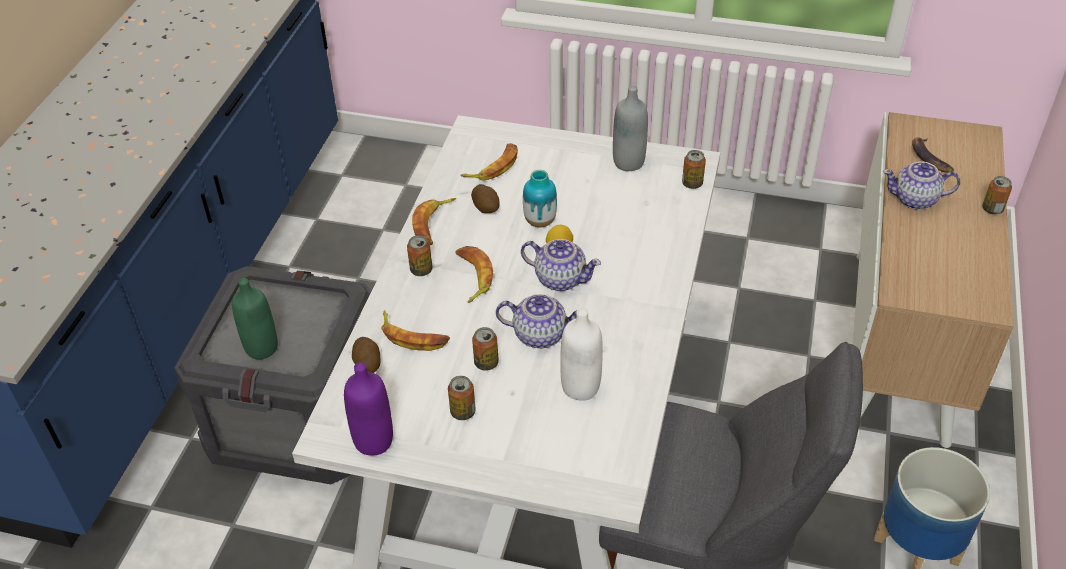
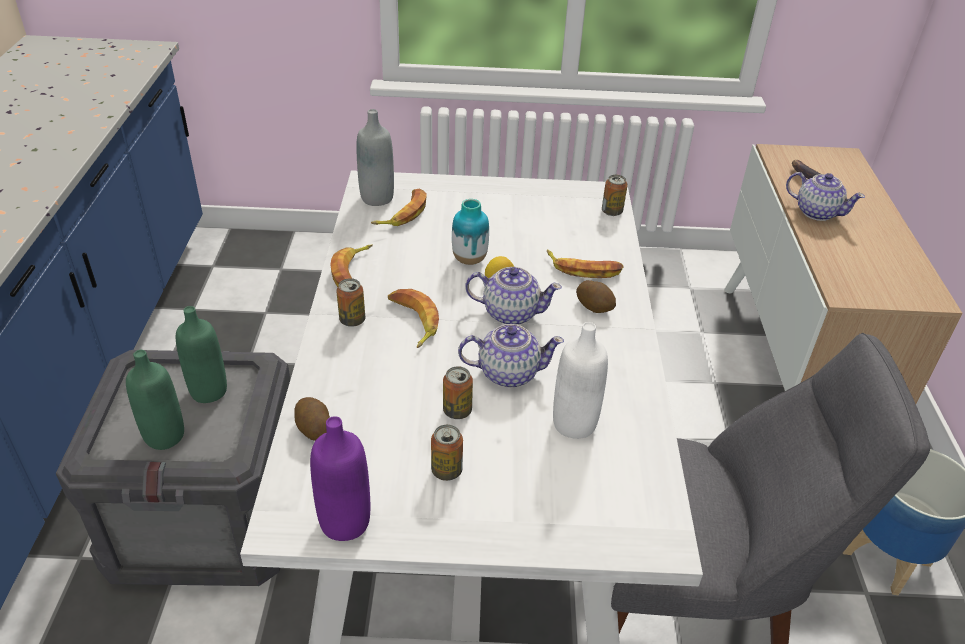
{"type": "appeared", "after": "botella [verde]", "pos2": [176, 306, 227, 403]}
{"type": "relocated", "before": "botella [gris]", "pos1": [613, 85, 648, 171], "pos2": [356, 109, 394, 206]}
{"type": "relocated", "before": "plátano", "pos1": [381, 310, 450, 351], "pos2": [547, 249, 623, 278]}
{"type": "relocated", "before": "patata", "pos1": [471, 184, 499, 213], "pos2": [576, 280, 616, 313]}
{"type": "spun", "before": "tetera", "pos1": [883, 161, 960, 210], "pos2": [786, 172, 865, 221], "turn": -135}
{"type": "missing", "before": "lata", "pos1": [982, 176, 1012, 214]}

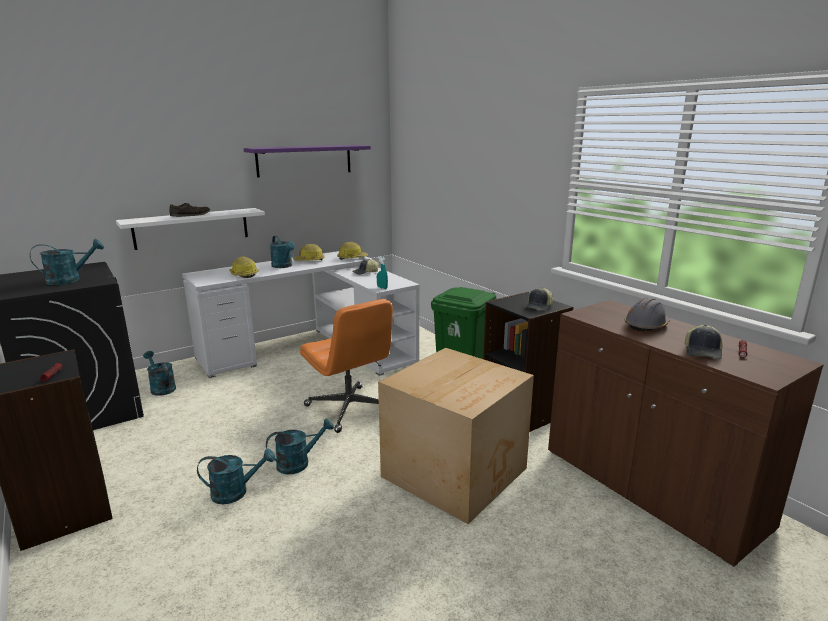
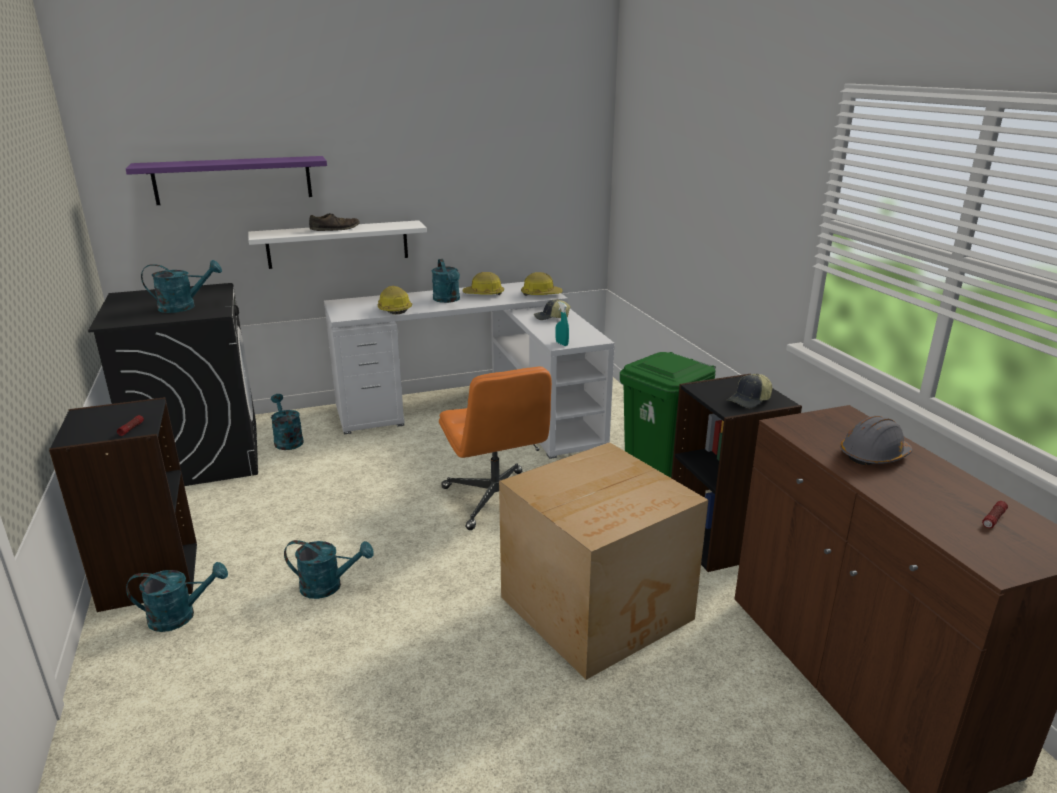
{"type": "relocated", "before": "estante [morado]", "pos1": [244, 145, 371, 178], "pos2": [126, 156, 327, 205]}
{"type": "relocated", "before": "regadera [turquesa]", "pos1": [266, 418, 334, 474], "pos2": [126, 562, 228, 632]}
{"type": "missing", "before": "gorra", "pos1": [685, 325, 723, 359]}

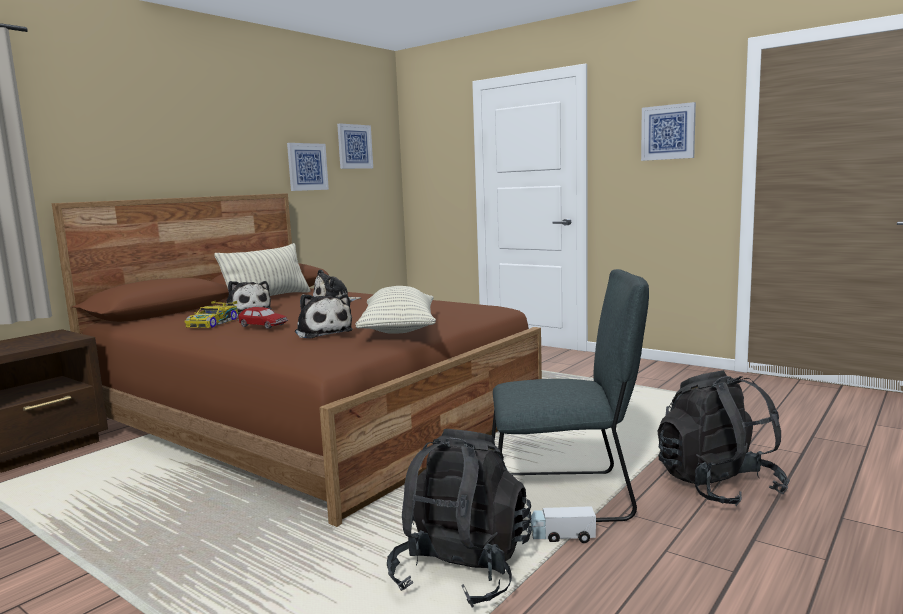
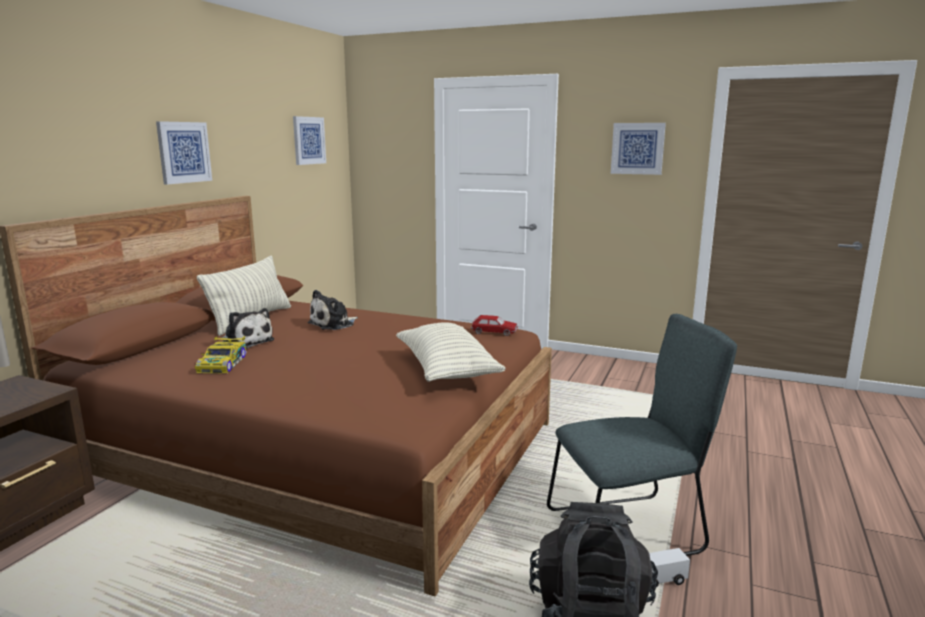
{"type": "relocated", "before": "cuadro", "pos1": [287, 143, 329, 191], "pos2": [156, 121, 212, 185]}
{"type": "relocated", "before": "coche de juguete", "pos1": [237, 307, 288, 329], "pos2": [471, 315, 518, 336]}
{"type": "missing", "before": "peluche", "pos1": [295, 294, 353, 339]}
{"type": "missing", "before": "mochila [negro]", "pos1": [657, 371, 790, 506]}

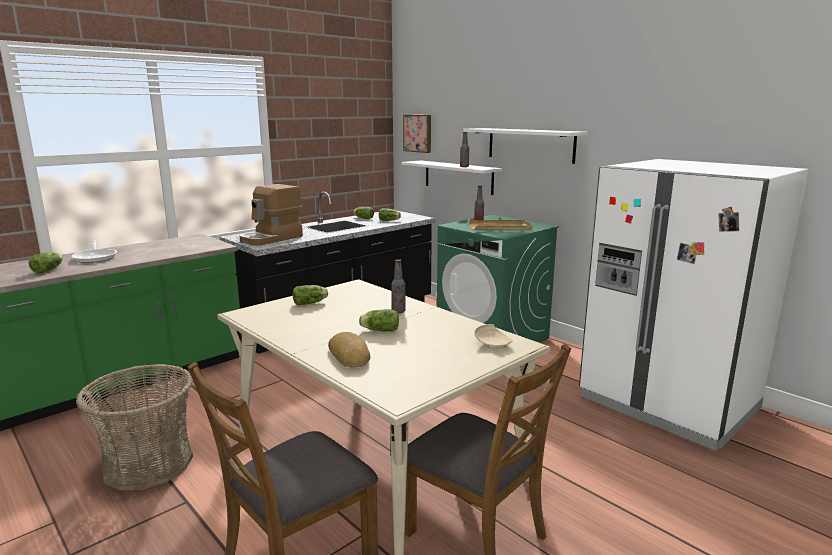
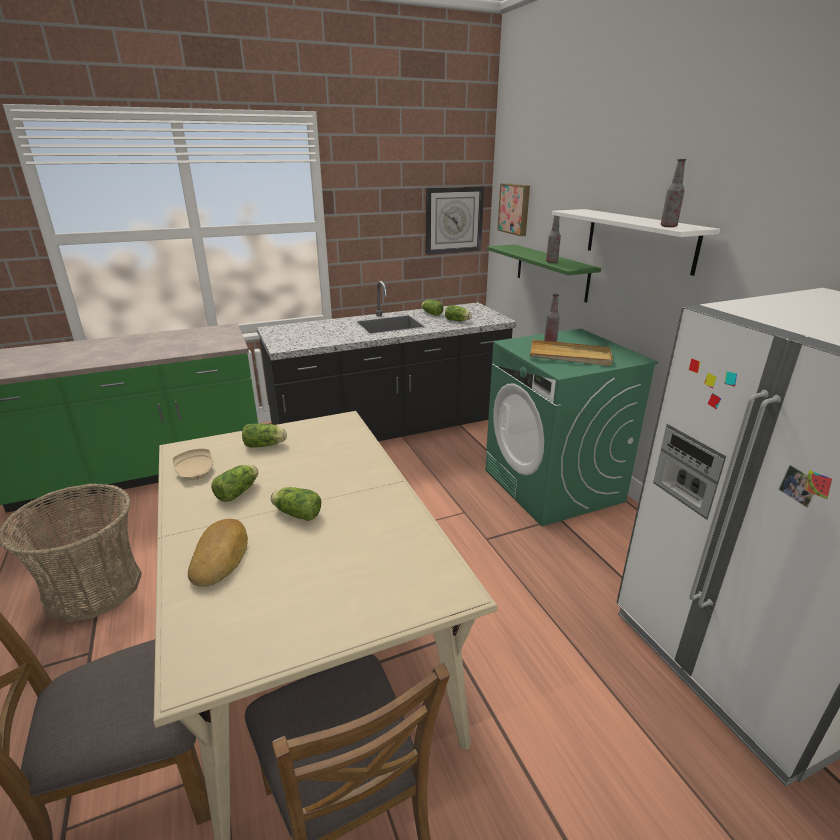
{"type": "relocated", "before": "plato [beis]", "pos1": [474, 324, 512, 349], "pos2": [173, 448, 213, 480]}
{"type": "relocated", "before": "lechuga", "pos1": [29, 252, 63, 273], "pos2": [211, 465, 258, 502]}
{"type": "appeared", "after": "reloj de pared", "pos2": [426, 186, 484, 255]}
{"type": "colour", "before": "estante [blanco]", "after": "estante [verde]", "pos1": [402, 160, 502, 195], "pos2": [487, 244, 601, 303]}
{"type": "relocated", "before": "botella", "pos1": [391, 259, 406, 313], "pos2": [661, 159, 686, 227]}
{"type": "missing", "before": "sartén", "pos1": [71, 240, 117, 263]}
{"type": "missing", "before": "cafetera", "pos1": [240, 184, 303, 246]}

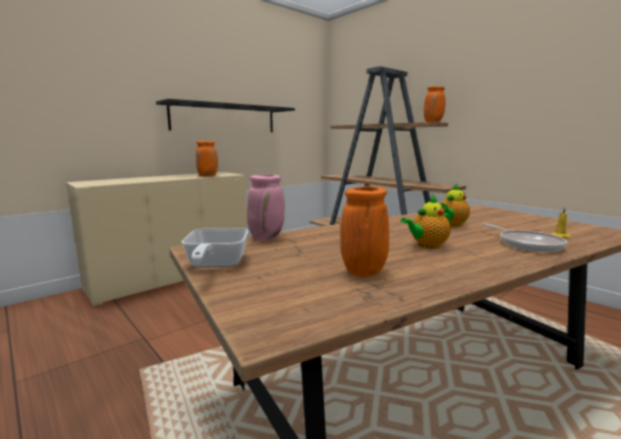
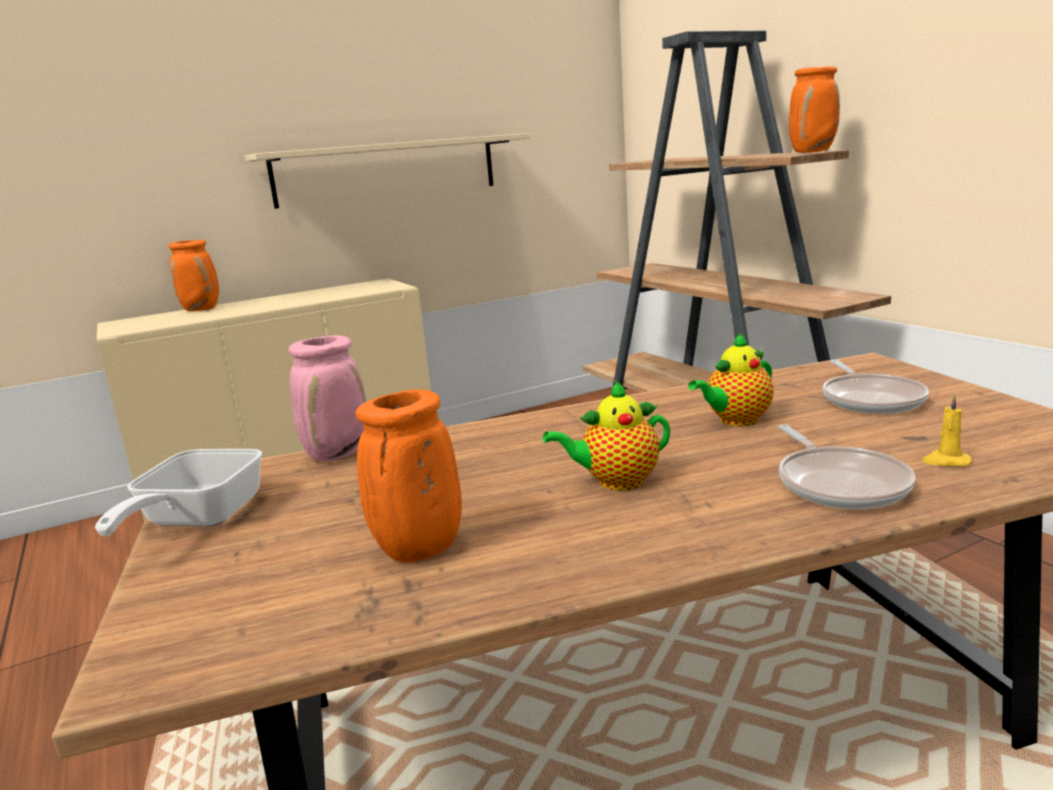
{"type": "relocated", "before": "florero [naranja]", "pos1": [196, 141, 218, 177], "pos2": [168, 240, 219, 312]}
{"type": "colour", "before": "estante [negro]", "after": "estante [beis]", "pos1": [156, 99, 295, 132], "pos2": [244, 133, 530, 209]}
{"type": "appeared", "after": "sartén", "pos2": [823, 359, 929, 414]}

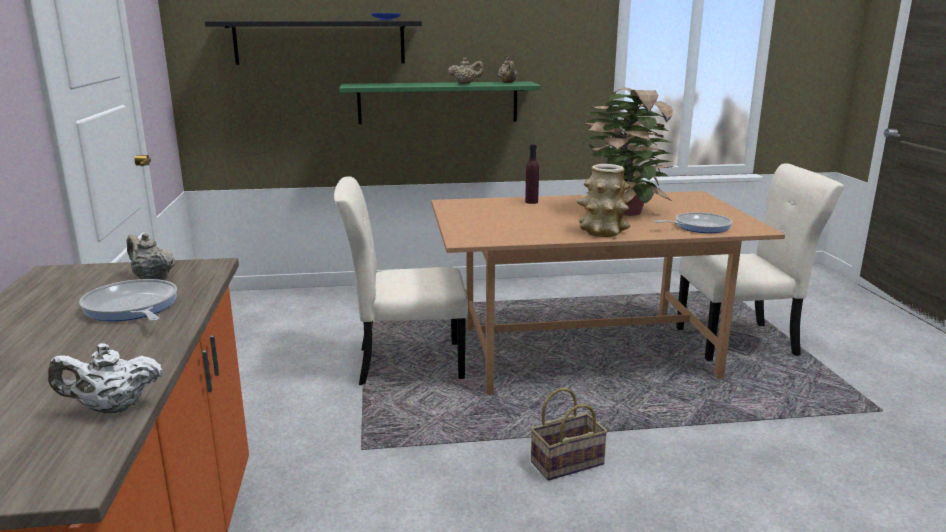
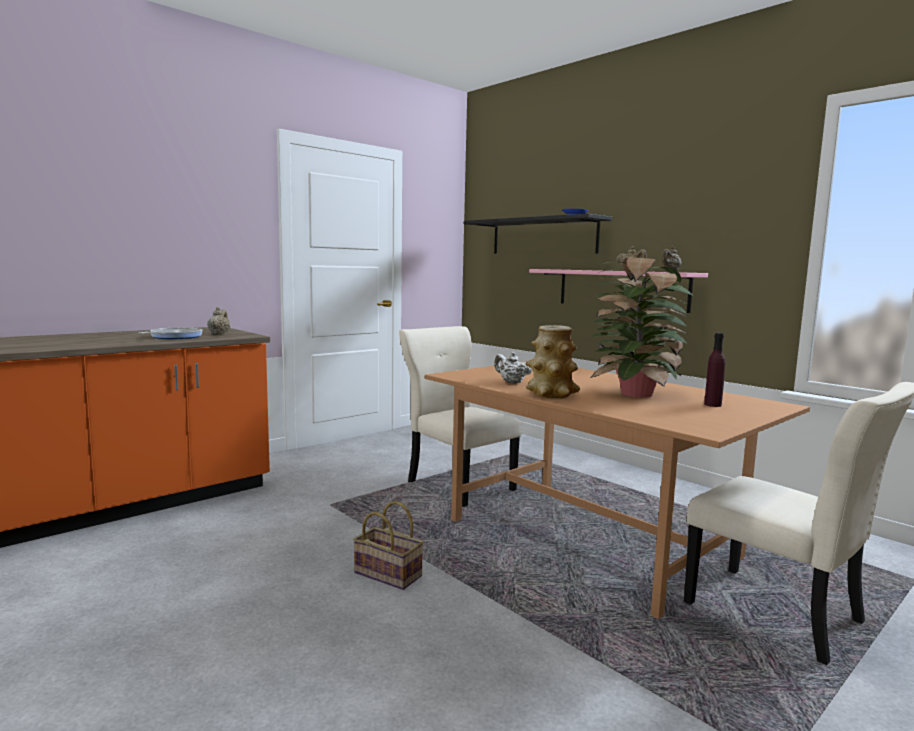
{"type": "relocated", "before": "tetera [blanco]", "pos1": [48, 343, 162, 413], "pos2": [494, 352, 532, 384]}
{"type": "colour", "before": "estante [verde]", "after": "estante [rosa]", "pos1": [339, 82, 541, 124], "pos2": [529, 269, 708, 313]}
{"type": "relocated", "before": "botella [morado]", "pos1": [525, 144, 539, 204], "pos2": [704, 333, 726, 407]}
{"type": "missing", "before": "sartén", "pos1": [654, 212, 732, 233]}

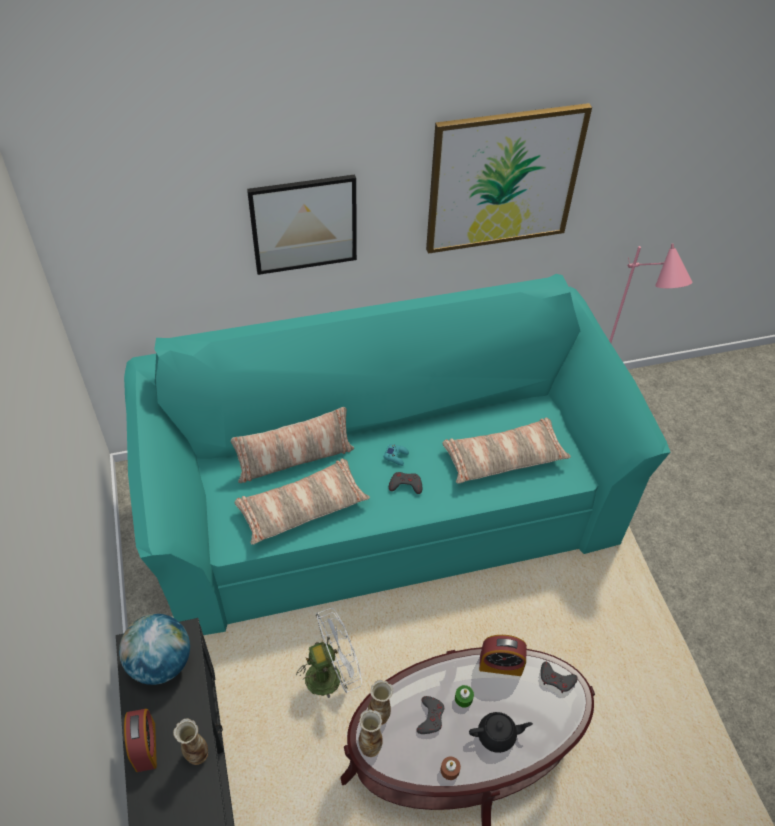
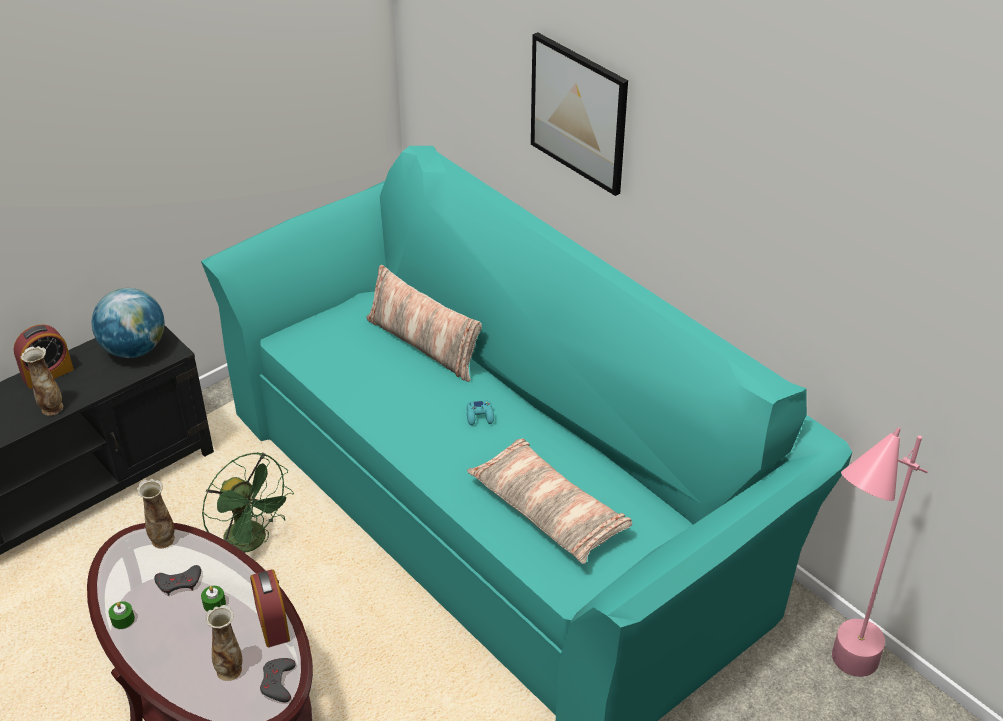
{"type": "colour", "before": "vela [marrón]", "after": "vela [verde]", "pos1": [441, 757, 461, 780], "pos2": [109, 601, 135, 629]}
{"type": "colour", "before": "ventilador [blanco]", "after": "ventilador [verde]", "pos1": [296, 608, 362, 698], "pos2": [202, 452, 294, 553]}
{"type": "relocated", "before": "florero", "pos1": [359, 710, 383, 757], "pos2": [206, 605, 242, 681]}
{"type": "missing", "before": "cojín", "pos1": [235, 458, 370, 545]}
{"type": "missing", "before": "mando de consola [gris]", "pos1": [389, 472, 422, 494]}
{"type": "missing", "before": "cuadro", "pos1": [426, 103, 592, 254]}
{"type": "missing", "before": "tetera [negro]", "pos1": [469, 712, 533, 753]}

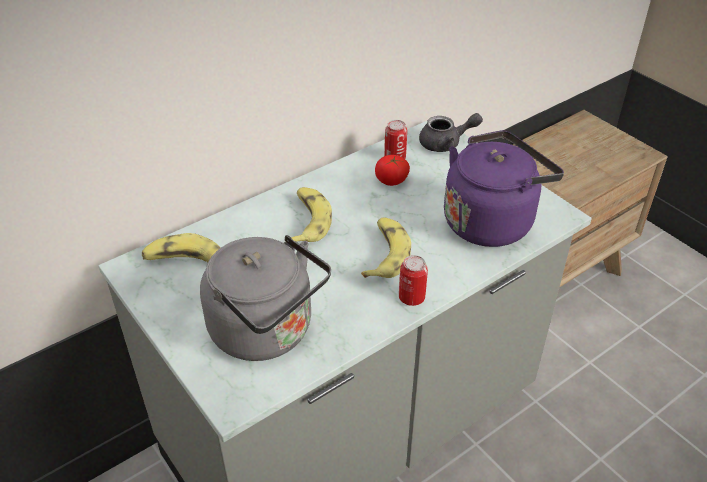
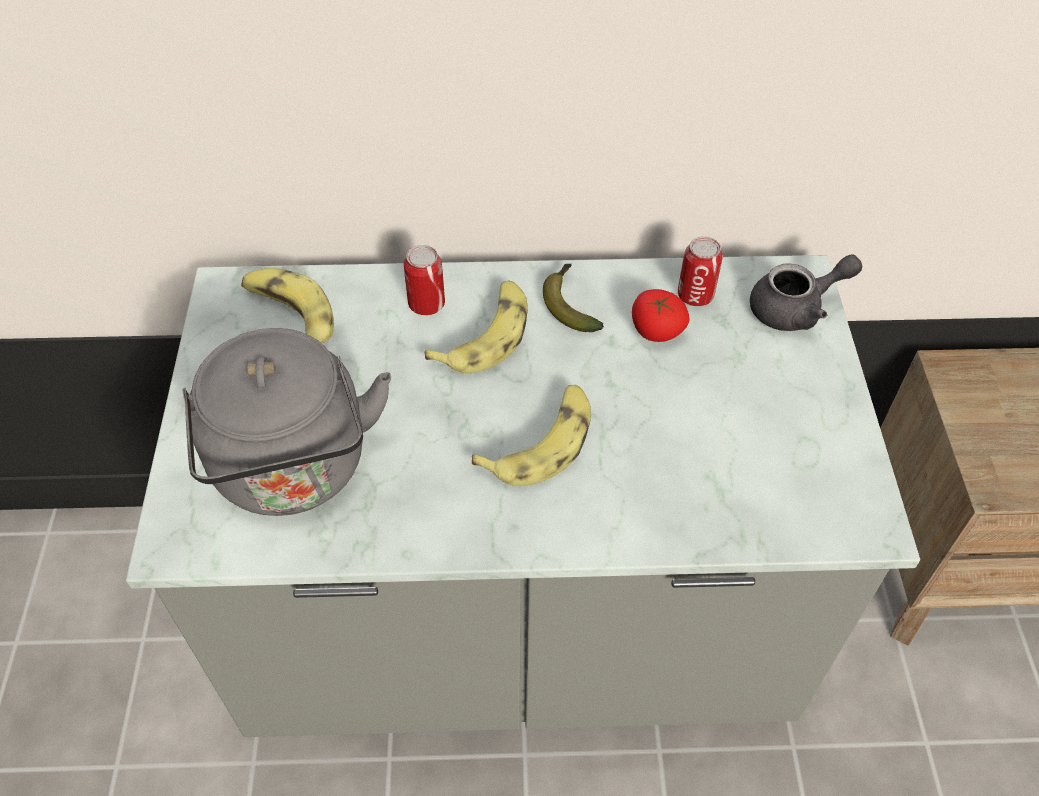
{"type": "relocated", "before": "lata", "pos1": [399, 255, 428, 306], "pos2": [404, 245, 445, 315]}
{"type": "appeared", "after": "plátano", "pos2": [543, 264, 604, 332]}
{"type": "spun", "before": "tetera [gris]", "pos1": [419, 113, 483, 152], "pos2": [750, 254, 862, 331], "turn": -45}
{"type": "missing", "before": "hervidor [morado]", "pos1": [444, 130, 564, 247]}

